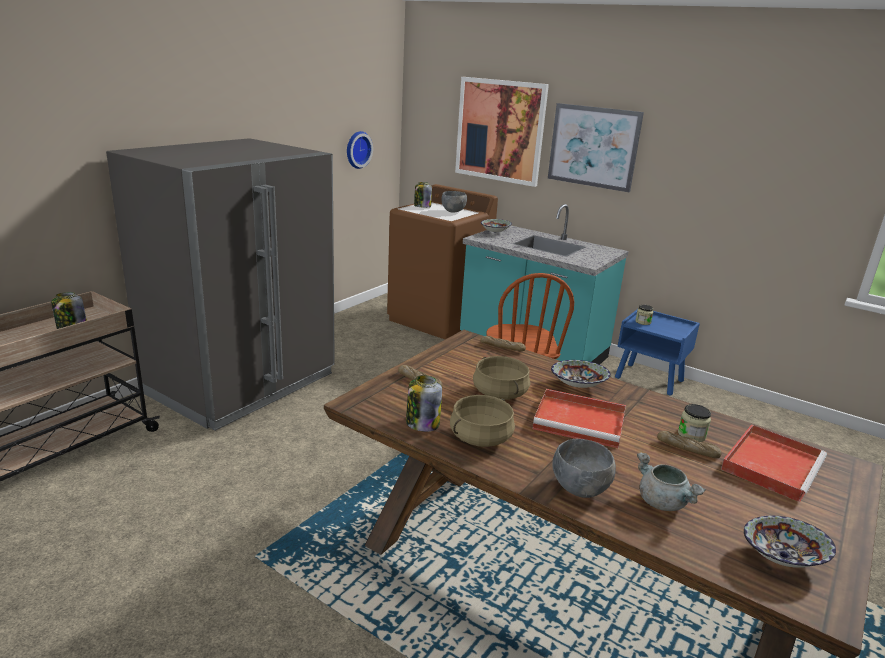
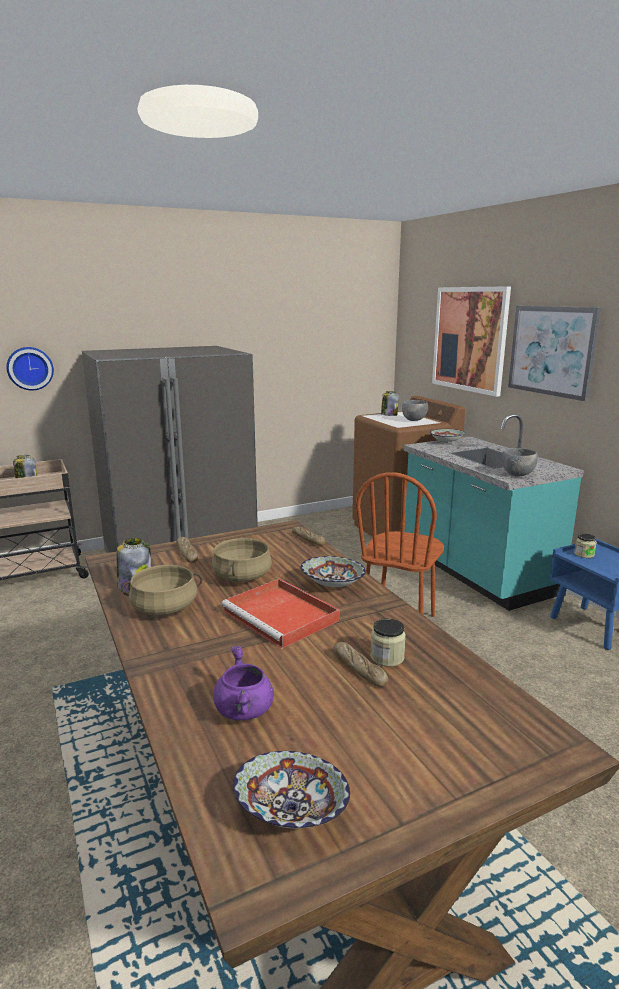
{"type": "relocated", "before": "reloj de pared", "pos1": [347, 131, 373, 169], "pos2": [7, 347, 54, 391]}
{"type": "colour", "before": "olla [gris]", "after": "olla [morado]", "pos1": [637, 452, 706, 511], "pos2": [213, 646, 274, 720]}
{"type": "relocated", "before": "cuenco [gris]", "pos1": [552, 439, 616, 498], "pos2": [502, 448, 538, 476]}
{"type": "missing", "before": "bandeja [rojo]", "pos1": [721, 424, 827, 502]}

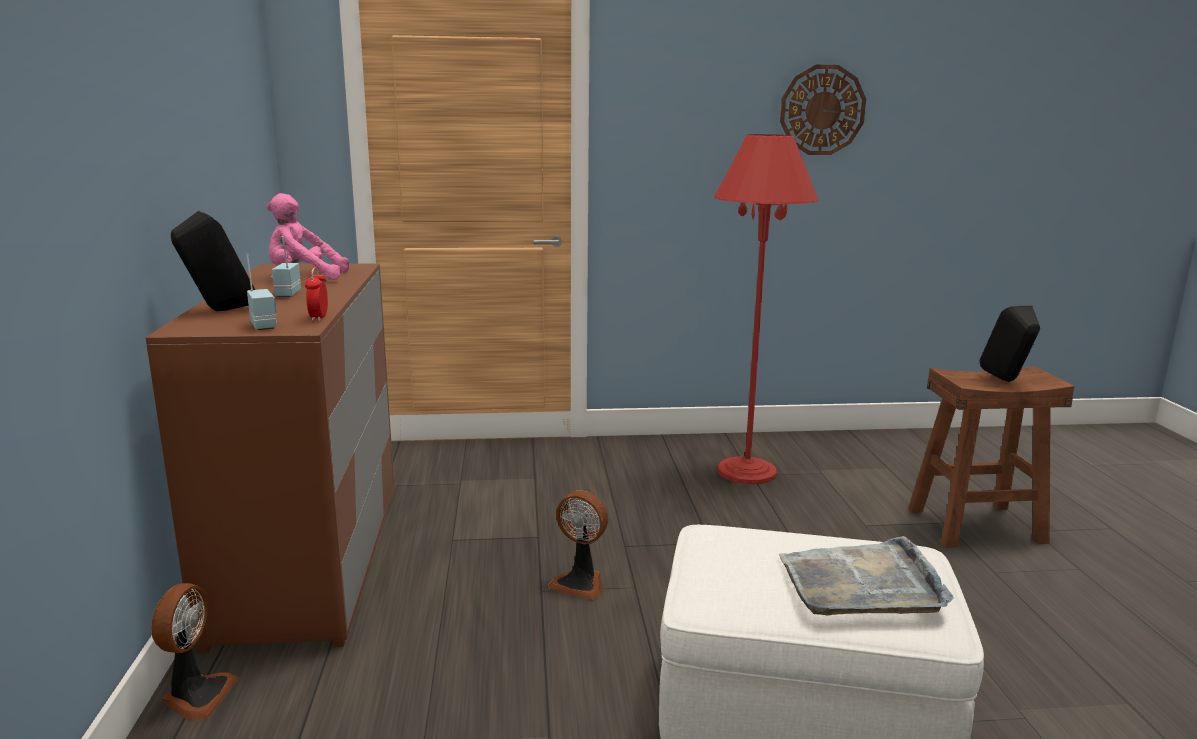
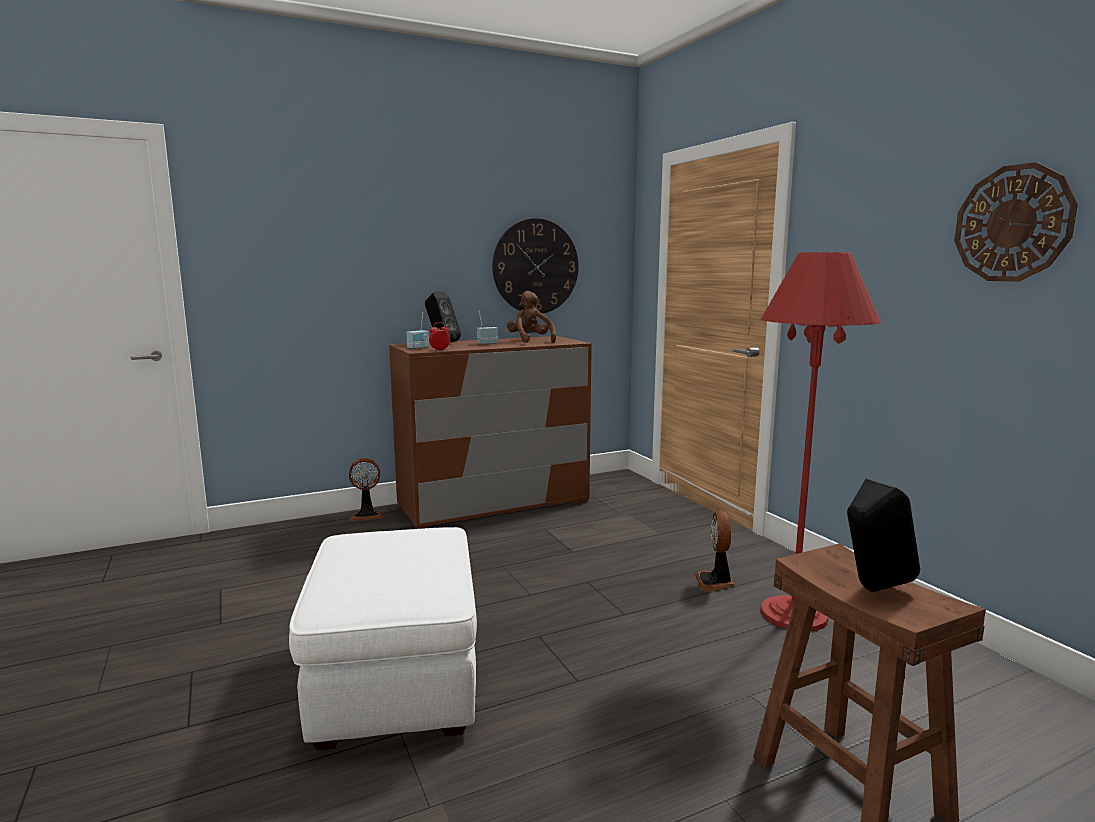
{"type": "appeared", "after": "reloj de pared", "pos2": [492, 218, 579, 314]}
{"type": "colour", "before": "peluche [rosa]", "after": "peluche [marrón]", "pos1": [266, 193, 349, 280], "pos2": [507, 291, 556, 343]}
{"type": "relocated", "before": "ventilador", "pos1": [548, 491, 608, 600], "pos2": [695, 511, 735, 592]}
{"type": "missing", "before": "bandeja [gris]", "pos1": [779, 536, 954, 616]}

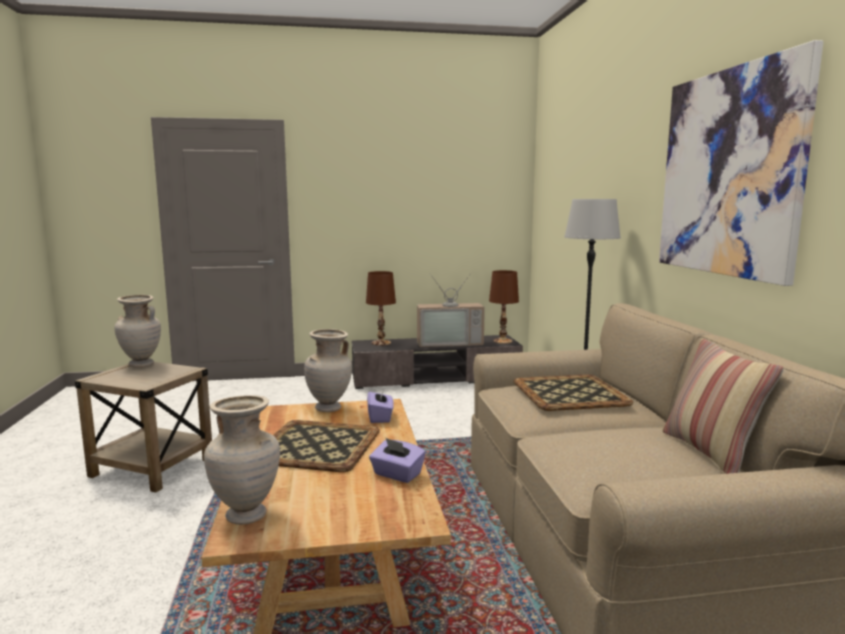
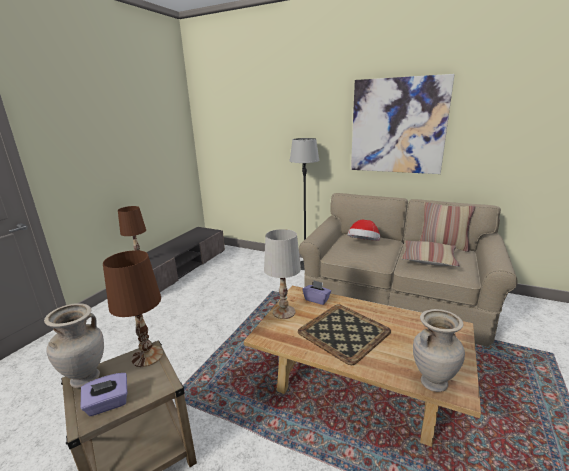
{"type": "relocated", "before": "caja de pañuelos [morado]", "pos1": [369, 438, 426, 483], "pos2": [80, 373, 127, 416]}
{"type": "relocated", "before": "lámpara de mesa [marrón]", "pos1": [489, 270, 519, 344], "pos2": [103, 250, 163, 367]}
{"type": "exchanged", "before": "florero [beis]", "after": "lámpara de mesa [blanco]", "pos1": [304, 329, 352, 412], "pos2": [264, 229, 301, 319]}
{"type": "exchanged", "before": "bandeja", "after": "sombrero", "pos1": [513, 375, 633, 411], "pos2": [348, 220, 380, 241]}
{"type": "appeared", "after": "cojín", "pos2": [401, 240, 460, 267]}
{"type": "missing", "before": "televisor", "pos1": [417, 273, 485, 347]}

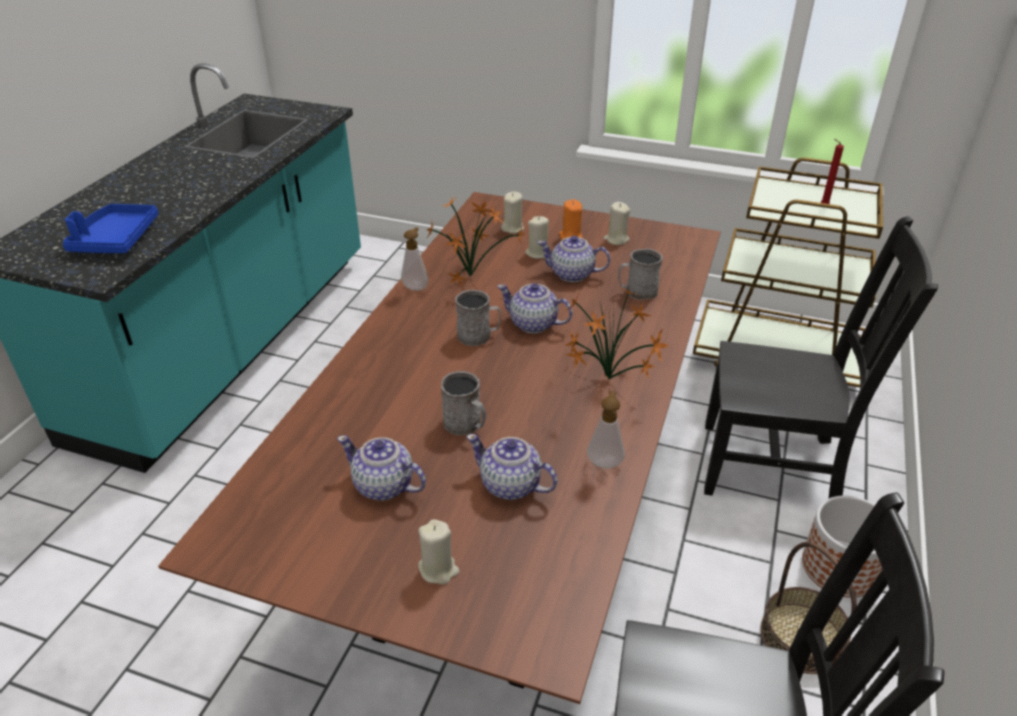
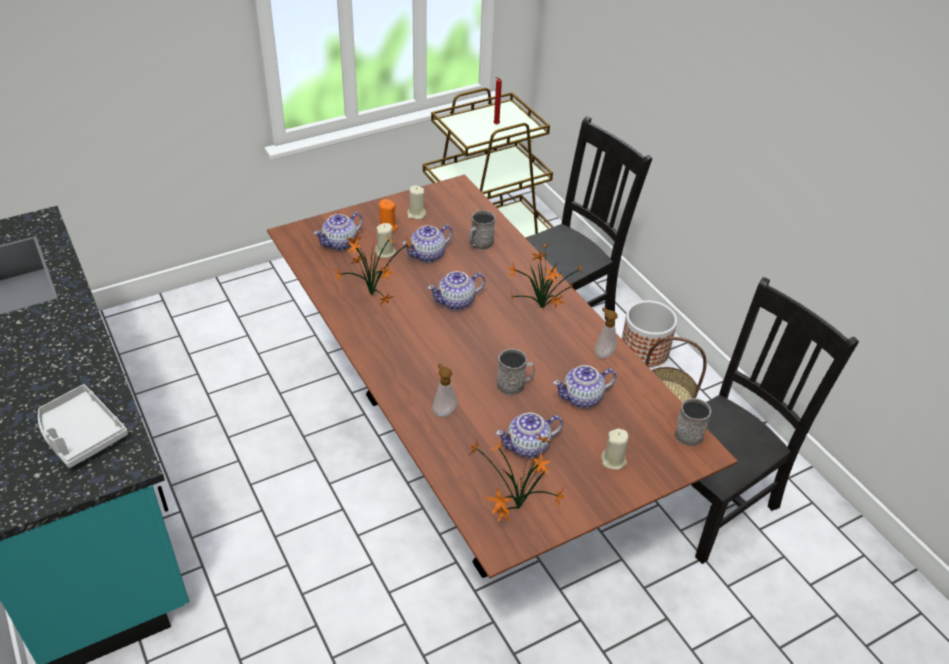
{"type": "colour", "before": "bandeja [azul]", "after": "bandeja [gris]", "pos1": [63, 204, 159, 253], "pos2": [38, 384, 128, 468]}
{"type": "exchanged", "before": "vela [beis]", "after": "tetera", "pos1": [501, 192, 524, 234], "pos2": [314, 212, 363, 251]}
{"type": "relocated", "before": "dispensador de jabón", "pos1": [401, 227, 428, 291], "pos2": [432, 363, 457, 417]}
{"type": "appeared", "after": "planta en maceta", "pos2": [468, 433, 565, 523]}
{"type": "relocated", "before": "taza grande [gris]", "pos1": [455, 290, 501, 346], "pos2": [675, 398, 711, 446]}

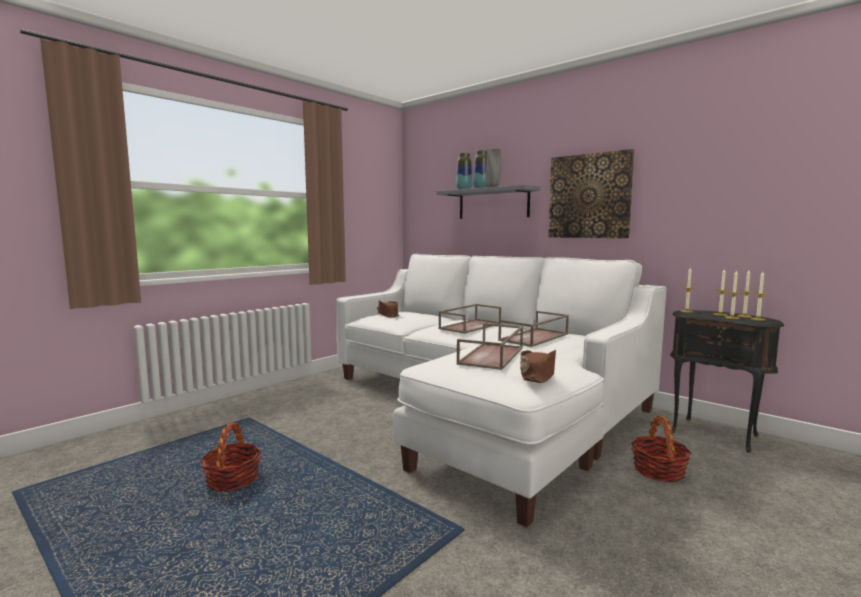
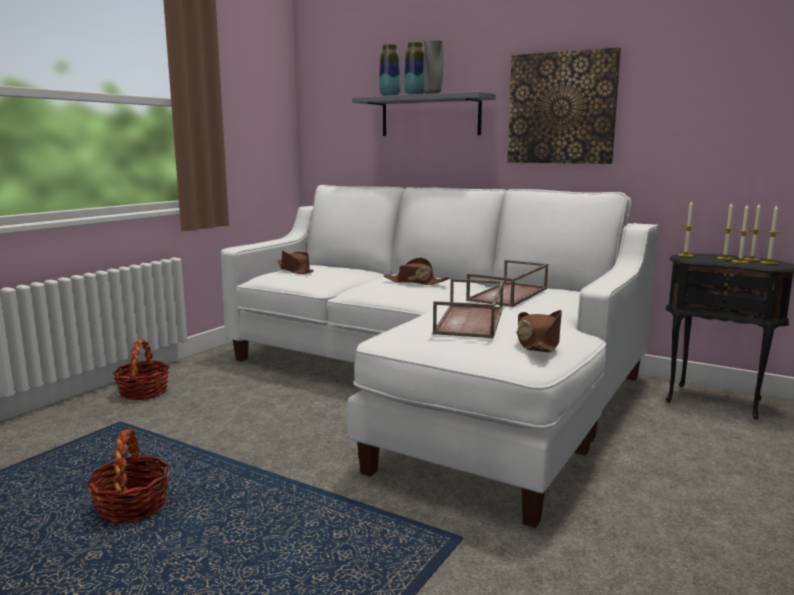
{"type": "relocated", "before": "cesta", "pos1": [631, 415, 692, 482], "pos2": [113, 339, 170, 401]}
{"type": "exchanged", "before": "bandeja [marrón]", "after": "sombrero [marrón]", "pos1": [439, 304, 501, 334], "pos2": [384, 258, 450, 285]}

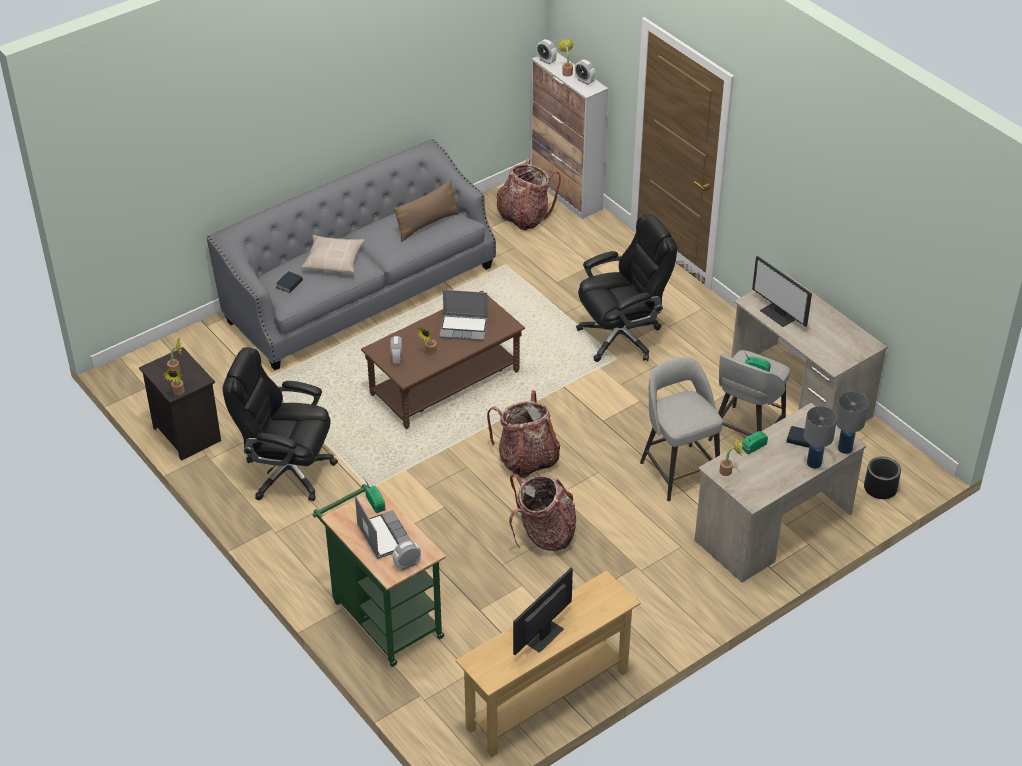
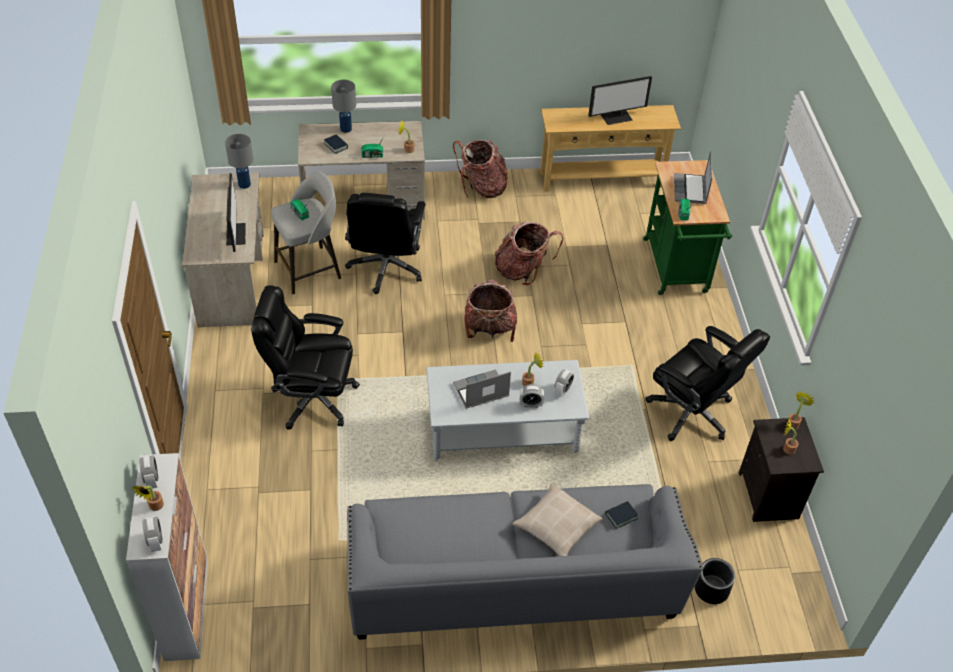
{"type": "relocated", "before": "lámpara de mesa [gris]", "pos1": [836, 392, 869, 454], "pos2": [225, 134, 253, 189]}
{"type": "exchanged", "before": "taburete [gris]", "after": "silla de oficina [negro]", "pos1": [640, 357, 723, 501], "pos2": [345, 193, 426, 294]}
{"type": "colour", "before": "mesa de centro [marrón]", "after": "mesa de centro [gris]", "pos1": [361, 291, 525, 429], "pos2": [426, 360, 589, 461]}
{"type": "relocated", "before": "mochila", "pos1": [497, 157, 561, 231], "pos2": [453, 140, 508, 198]}
{"type": "spun", "before": "portátil", "pos1": [439, 290, 488, 341], "pos2": [453, 369, 511, 409], "turn": -60}
{"type": "relocated", "before": "despertador", "pos1": [393, 540, 421, 570], "pos2": [520, 384, 544, 408]}
{"type": "relocated", "before": "maceta [negro]", "pos1": [864, 456, 901, 499], "pos2": [695, 558, 735, 604]}
{"type": "missing", "before": "cojín [marrón]", "pos1": [393, 180, 460, 242]}

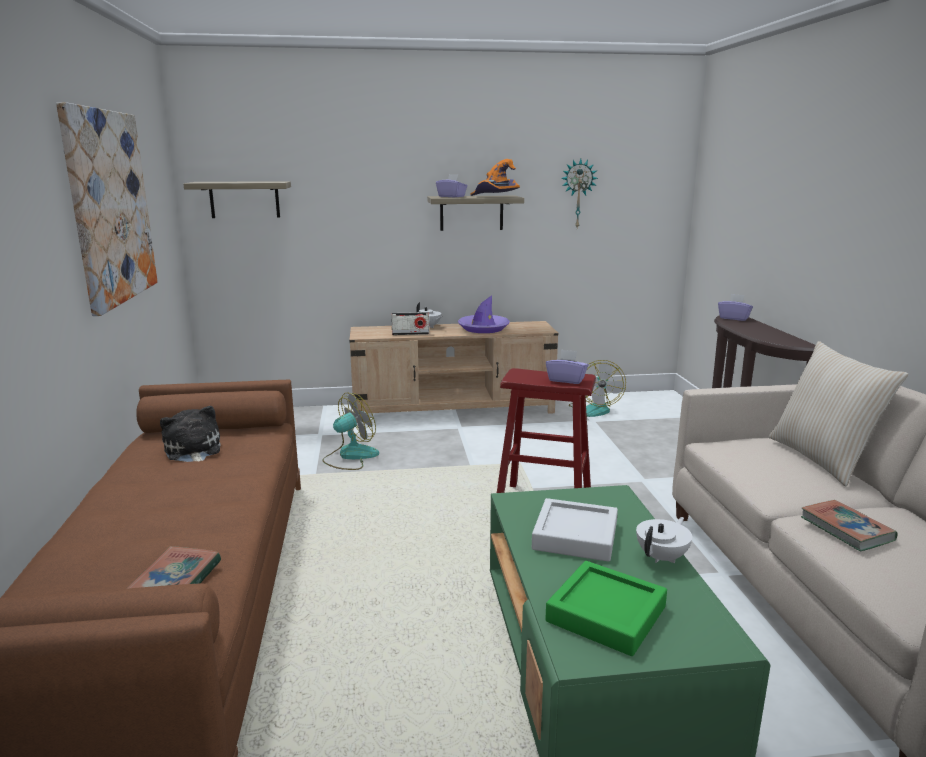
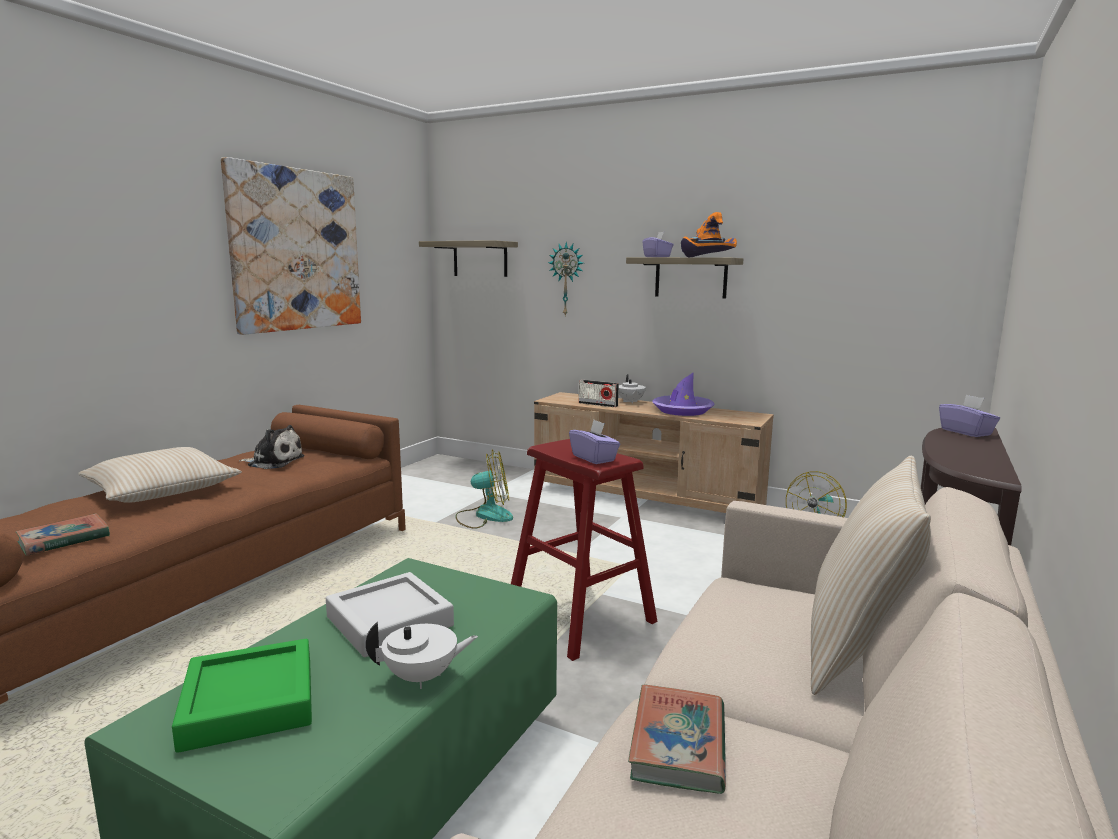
{"type": "appeared", "after": "cojín [beis]", "pos2": [78, 447, 242, 503]}
{"type": "spun", "before": "peluche", "pos1": [160, 406, 221, 462], "pos2": [239, 425, 304, 469], "turn": 90}
{"type": "relocated", "before": "reloj de pared", "pos1": [561, 159, 598, 228], "pos2": [548, 242, 583, 316]}

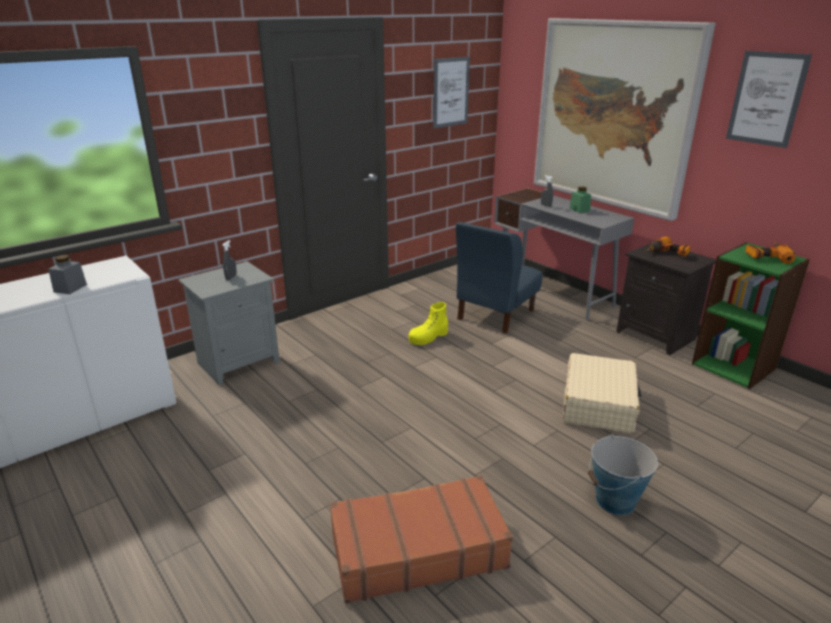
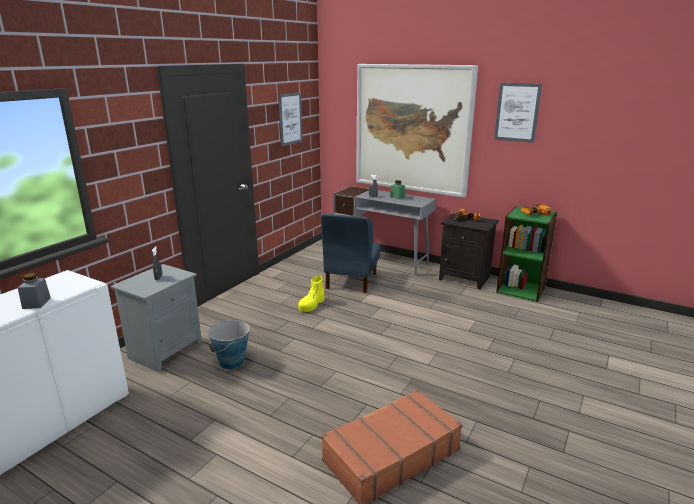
{"type": "relocated", "before": "cubo", "pos1": [588, 434, 658, 515], "pos2": [208, 319, 250, 369]}
{"type": "missing", "before": "maleta [beis]", "pos1": [563, 353, 641, 433]}

